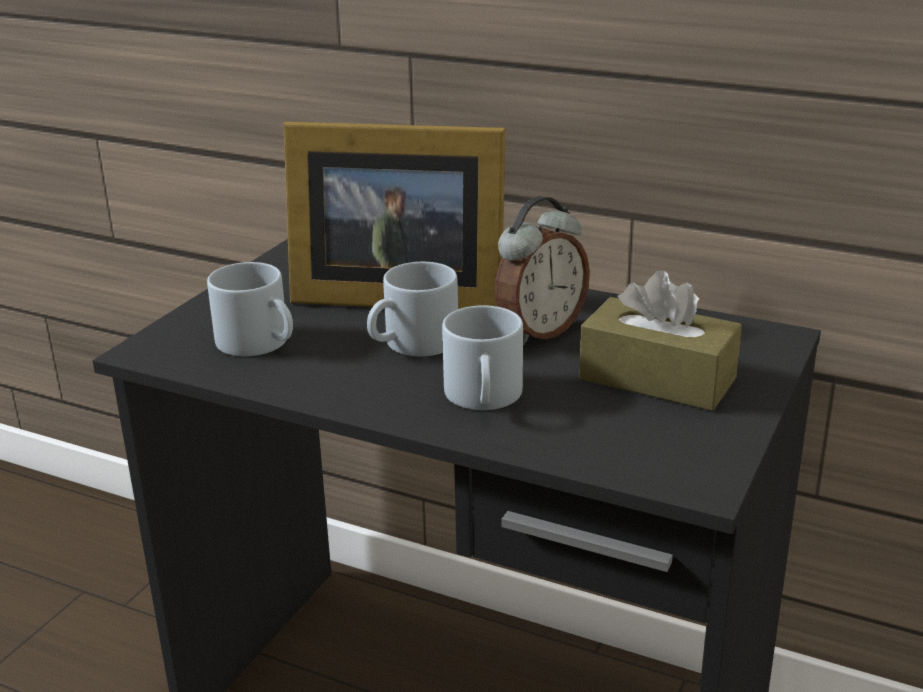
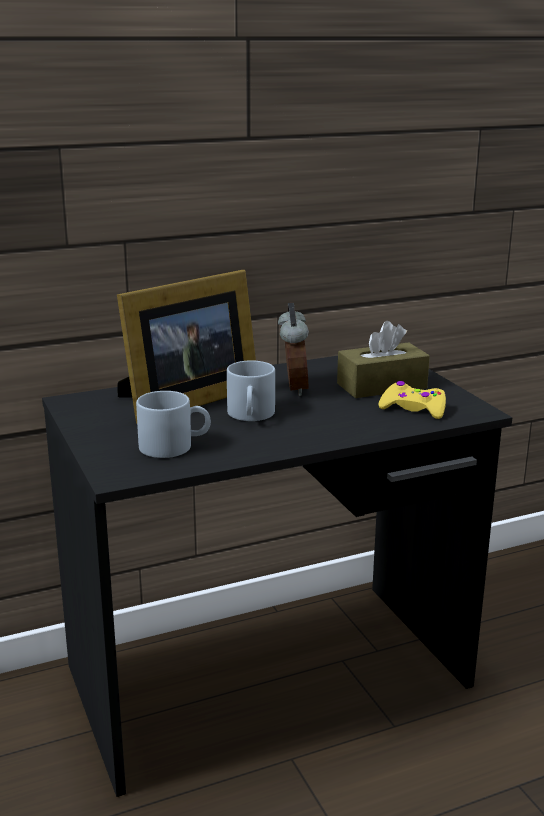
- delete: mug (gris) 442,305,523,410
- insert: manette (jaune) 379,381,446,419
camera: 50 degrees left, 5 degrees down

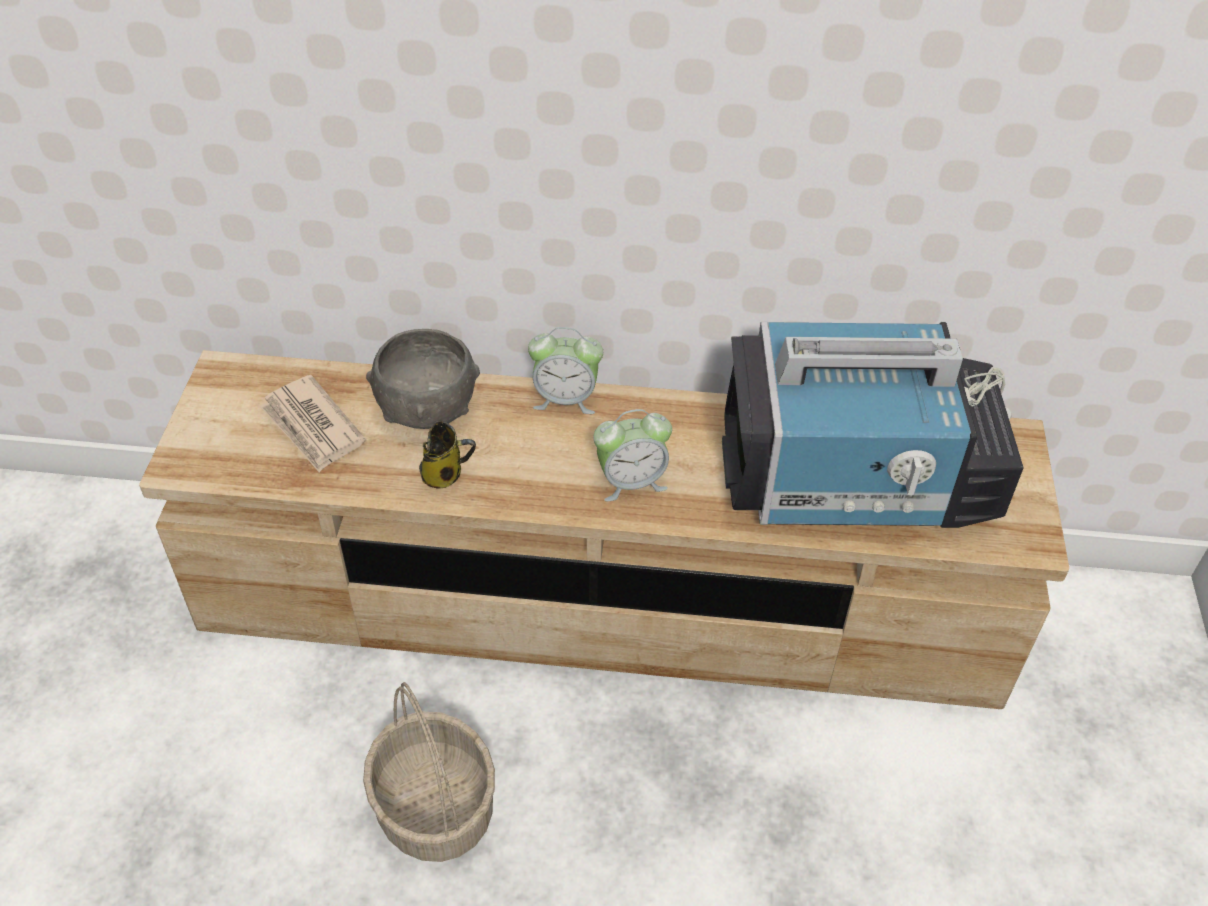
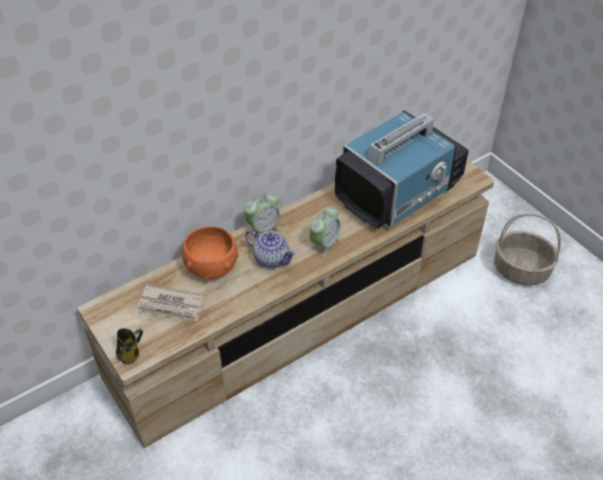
- move: panier 363,682,495,862 to 494,214,561,285
- recolor: bol (gris) 366,329,480,429 to bol (orange) 182,226,239,282
- move: mug 419,421,476,489 to 116,328,143,364
- insert: théière 245,230,297,268
camera: 40 degrees left, 0 degrees up

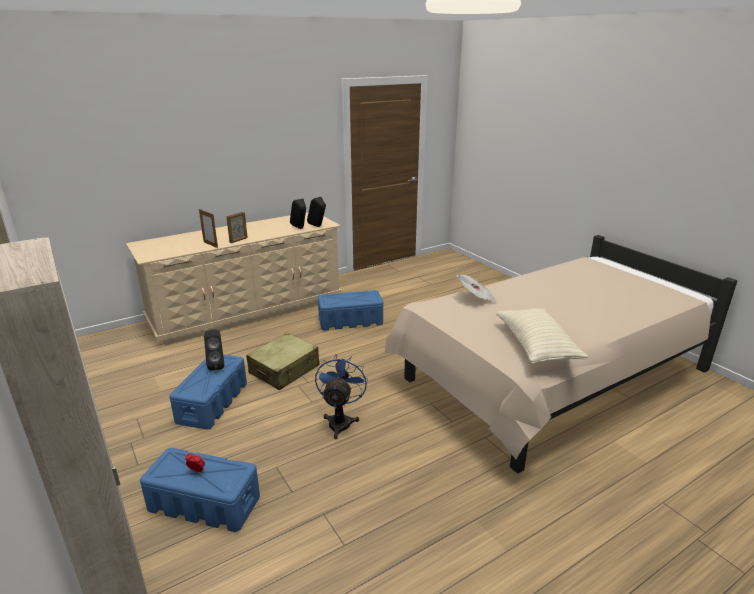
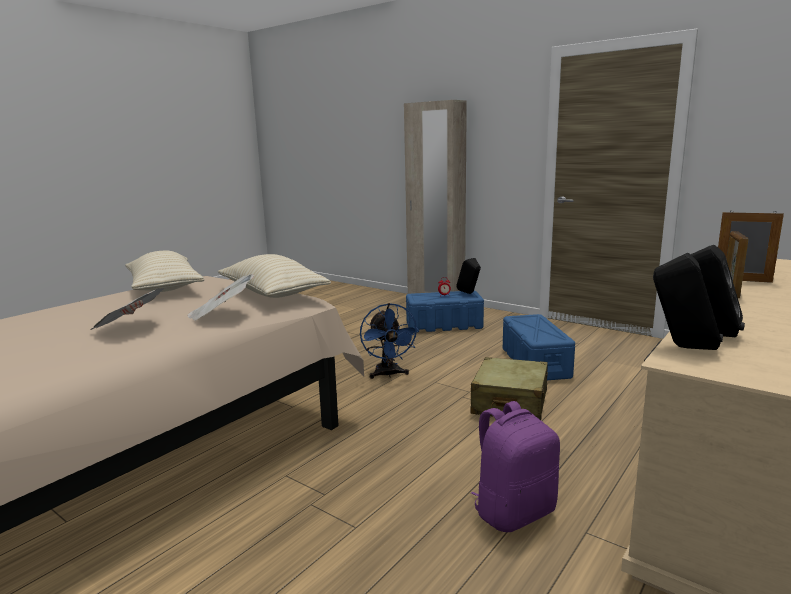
- move: enceinte (noir) 204,329,224,371 to 456,258,481,294
- replace: boîte de rangement (bleu) 318,290,383,331 to sac à dos (violet) 471,401,560,532
- insert: journal 90,288,164,330
- insert: coussin (beige) 218,254,331,298
camera: 160 degrees right, 10 degrees down

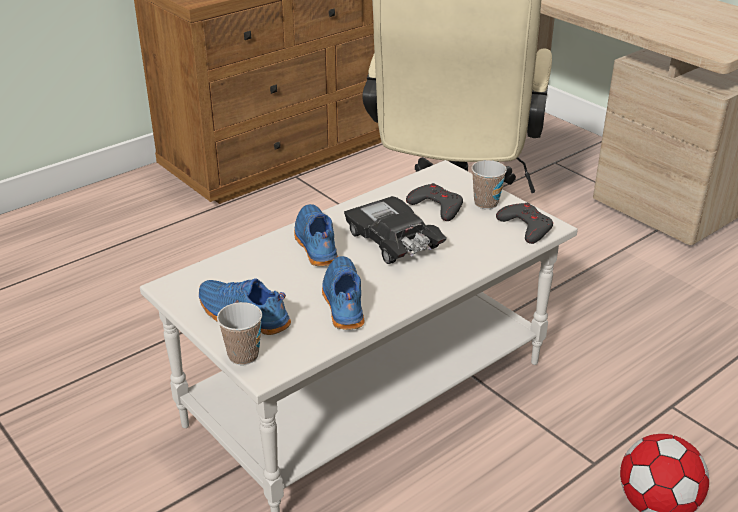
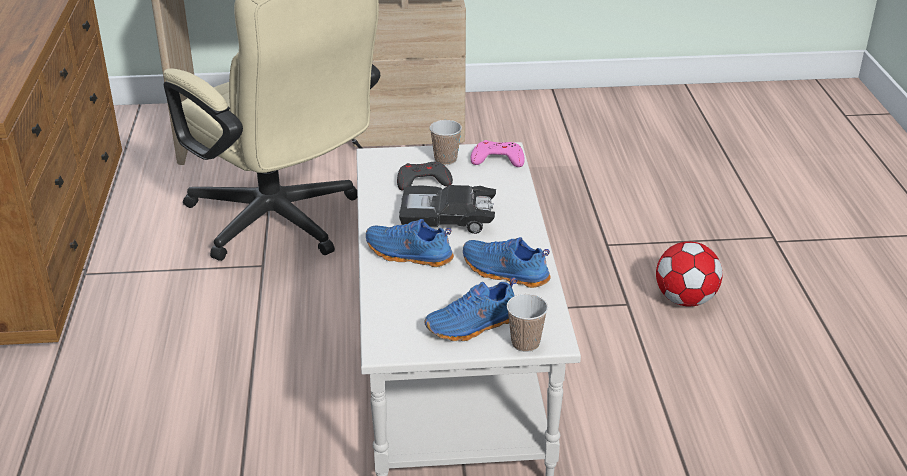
- recolor: manette (gris) 496,203,553,244 to manette (rose) 470,140,525,167
camera: 55 degrees left, 0 degrees up

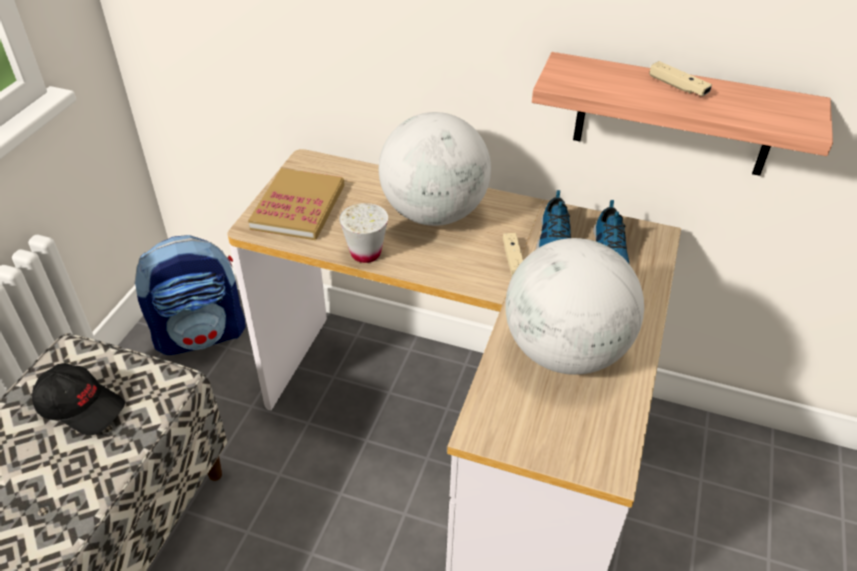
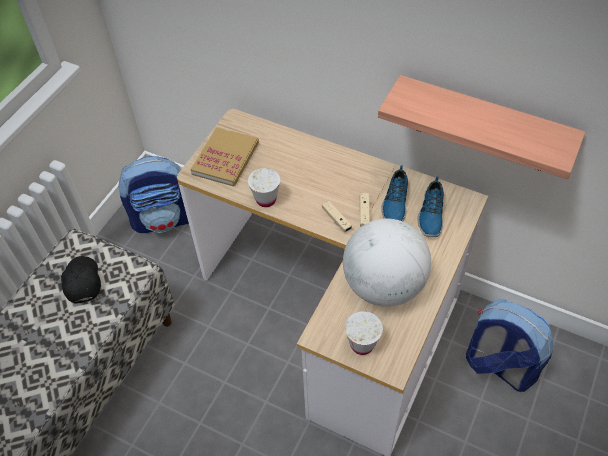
- rotate: casquette (noir) 32,363,125,435 = 61,256,101,304 135 degrees counterclockwise
- delete: globe 379,112,491,226
- move: manette (beige) 649,61,712,96 to 322,201,352,232
- insert: tasse (blanc) 345,311,383,355
- insert: sac à dos 466,299,554,392
camera: 10 degrees right, 10 degrees up

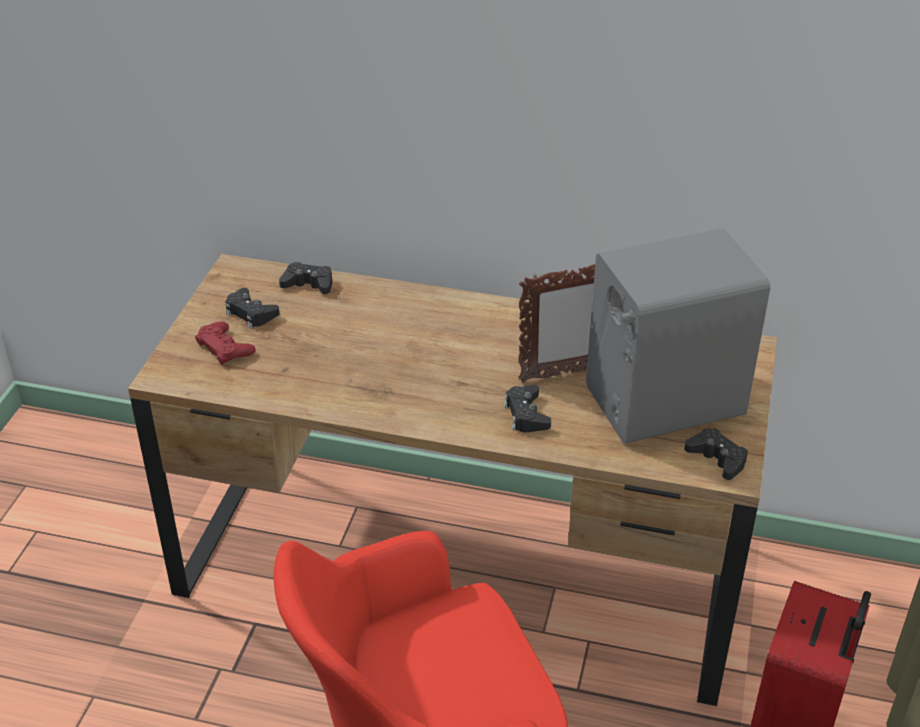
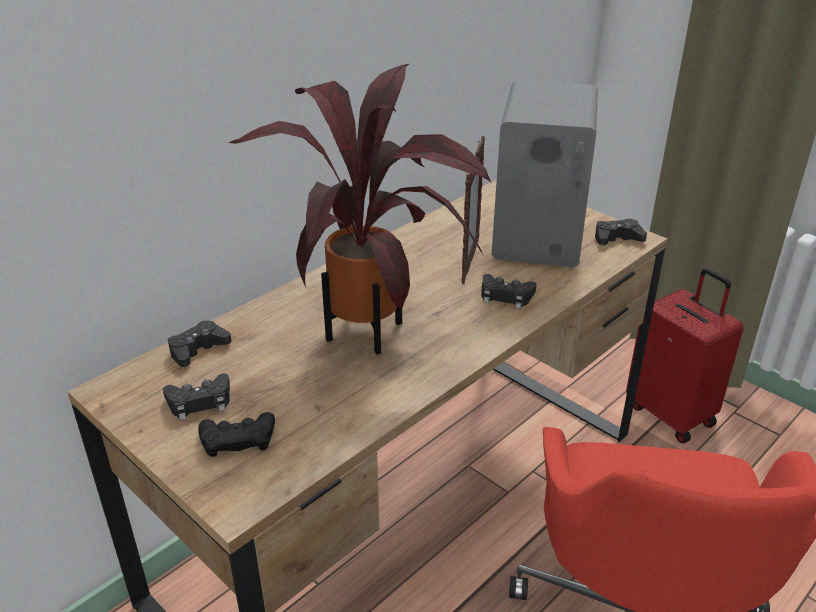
- recolor: manette (rouge) 195,321,256,365 to manette (noir) 198,412,275,457
- insert: plante en pot 228,64,491,354
camera: 60 degrees left, 5 degrees down

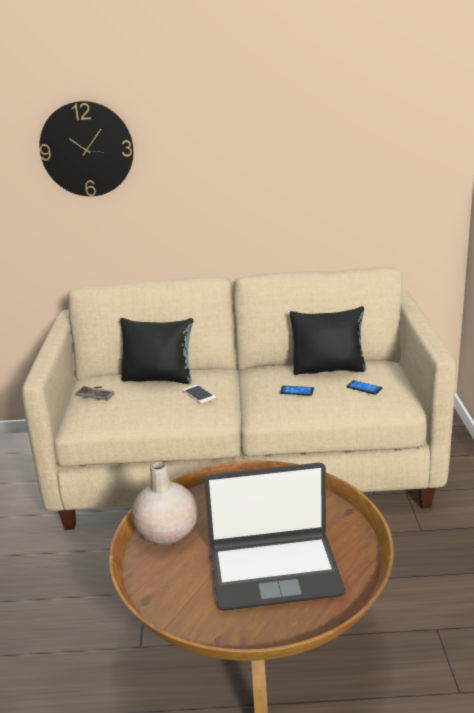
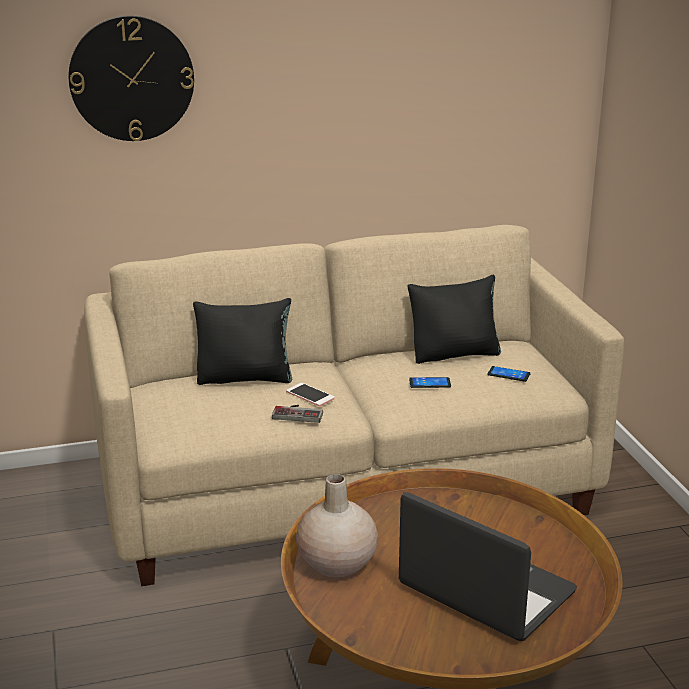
- move: manette 76,386,114,401 to 272,405,323,423
- rotate: ordinateur portable 204,463,345,611 = 399,492,577,641 120 degrees counterclockwise
camera: 15 degrees left, 0 degrees up

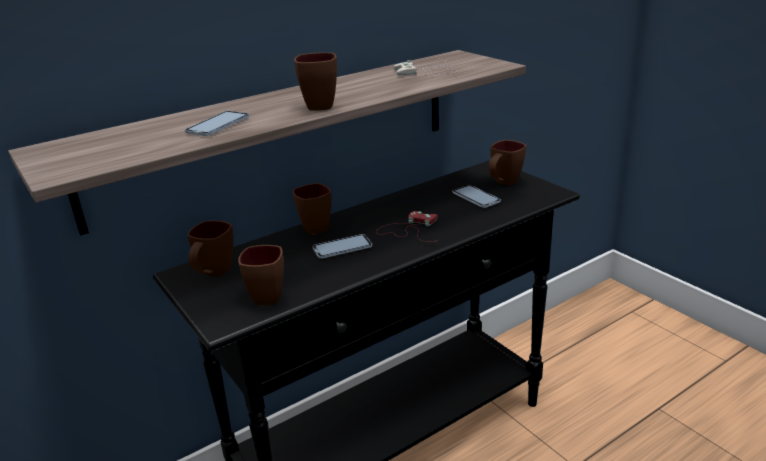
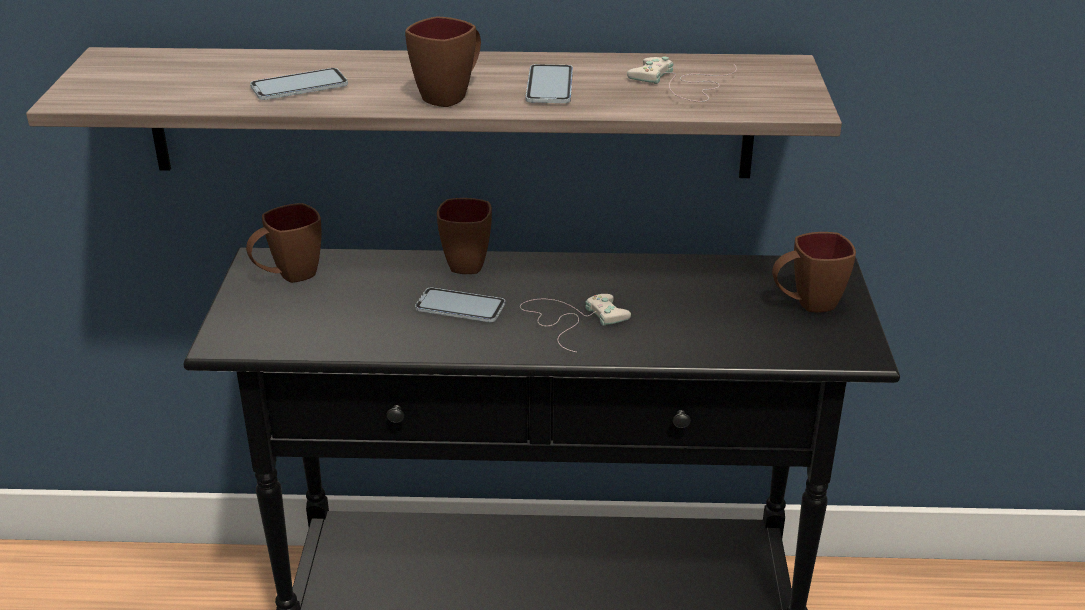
- delete: mug (marron) 238,245,284,305
- recolor: manette (rouge) 376,211,438,242 to manette (blanc) 520,294,631,352
- move: téléphone 453,185,501,208 to 526,64,573,103
camera: 35 degrees right, 5 degrees up

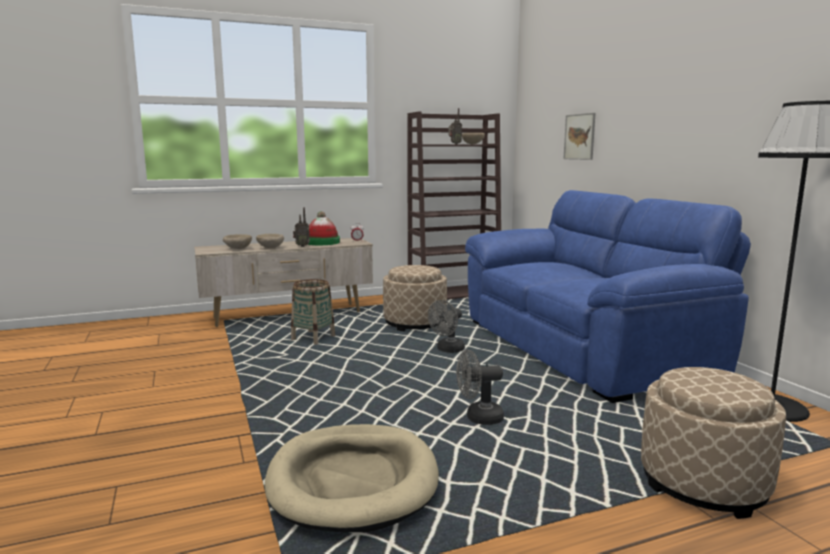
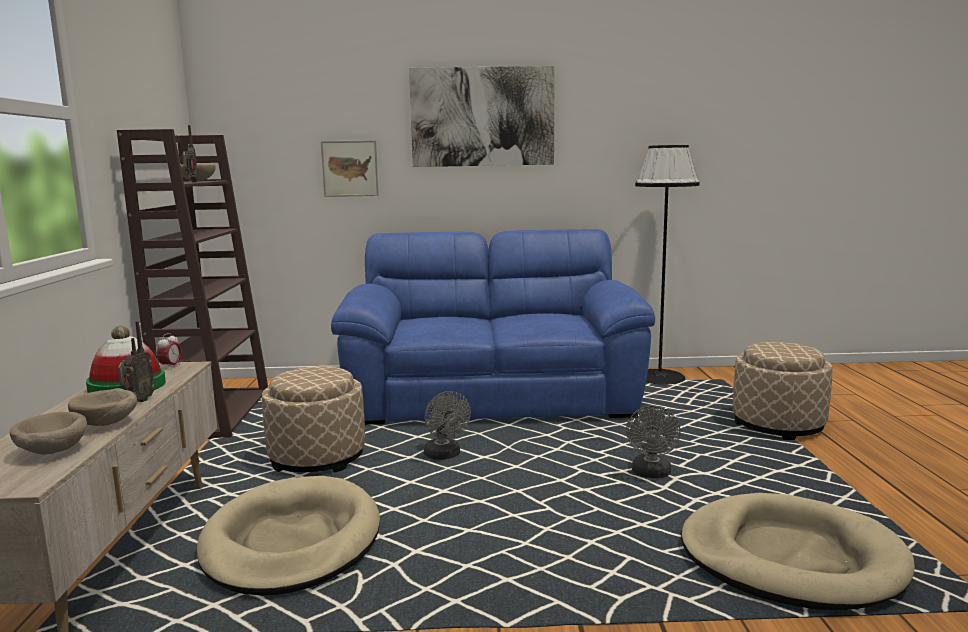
- replace: panier 291,279,335,344 to panier pour chien (beige) 197,476,380,595
- insert: tableau 409,66,555,167
camera: 70 degrees left, 0 degrees up

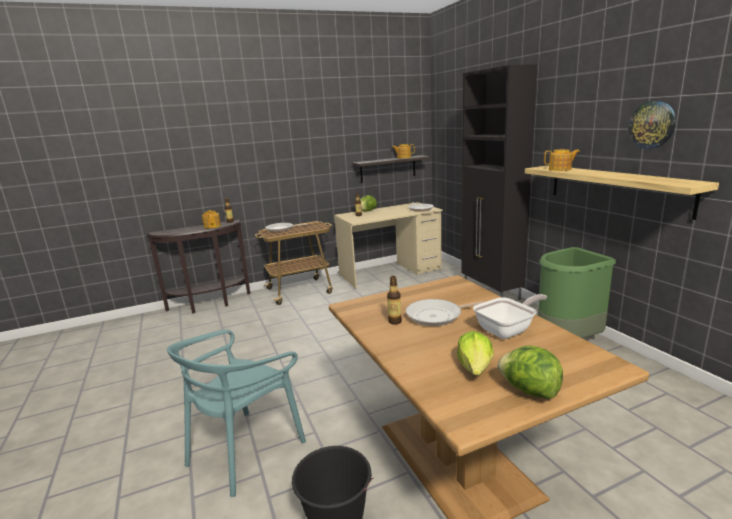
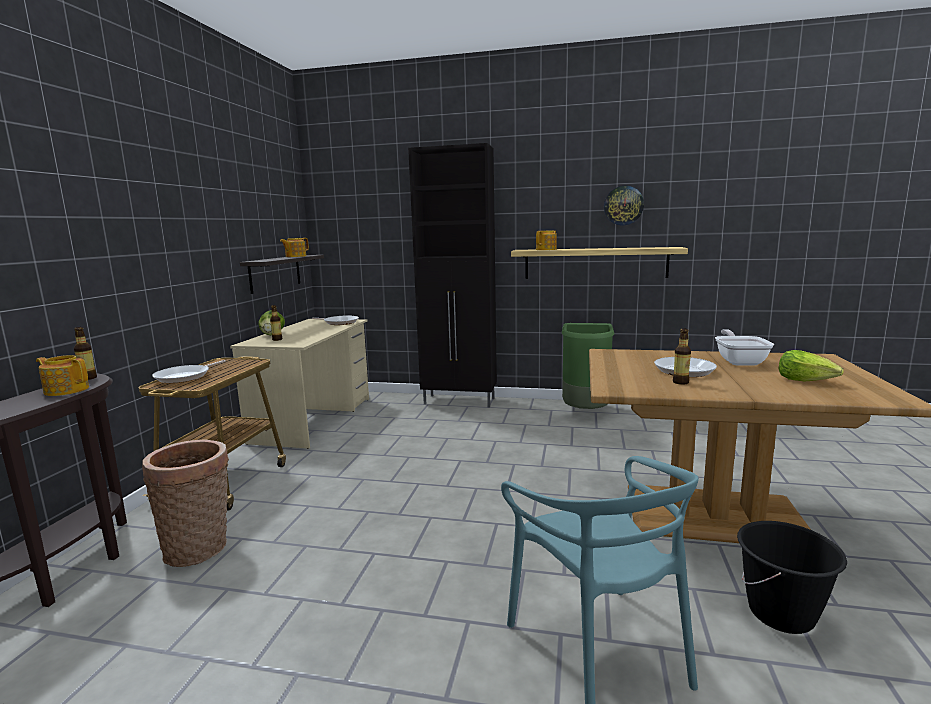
- delete: laitue 497,345,563,399
- insert: panier 142,440,229,567
camera: 55 degrees left, 5 degrees down

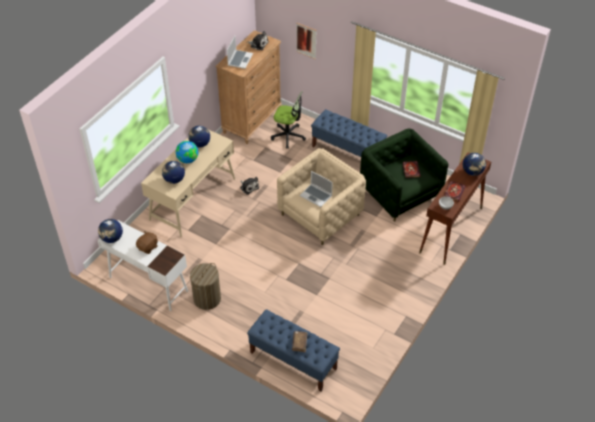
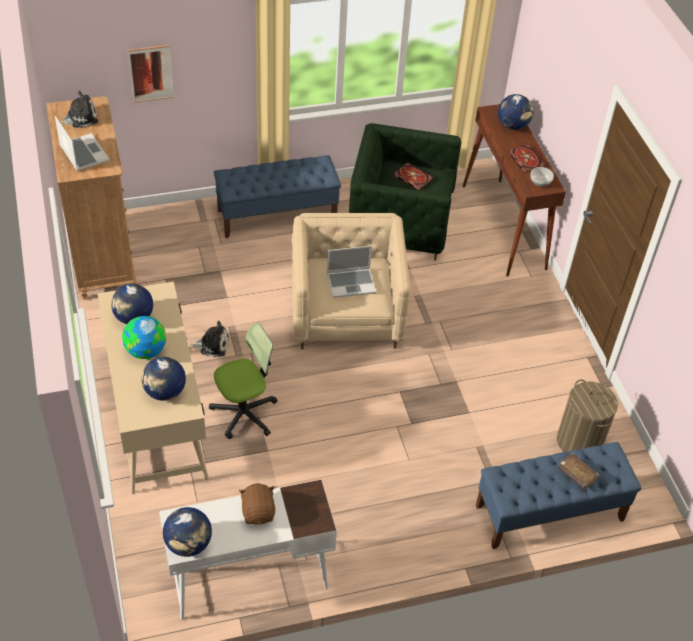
- move: panier à linge 190,263,221,310 to 557,379,618,452
- move: chaise de bureau 271,91,306,149 to 209,322,278,439
camera: 50 degrees left, 0 degrees up

